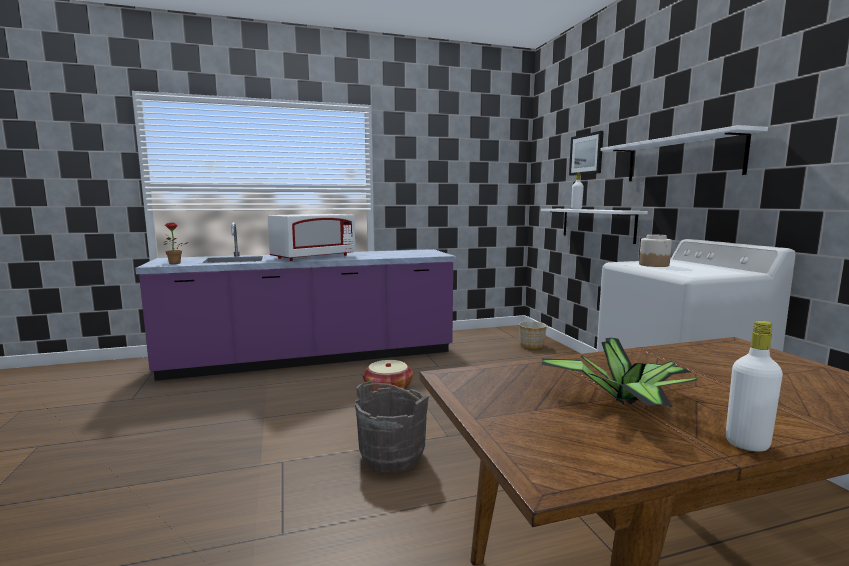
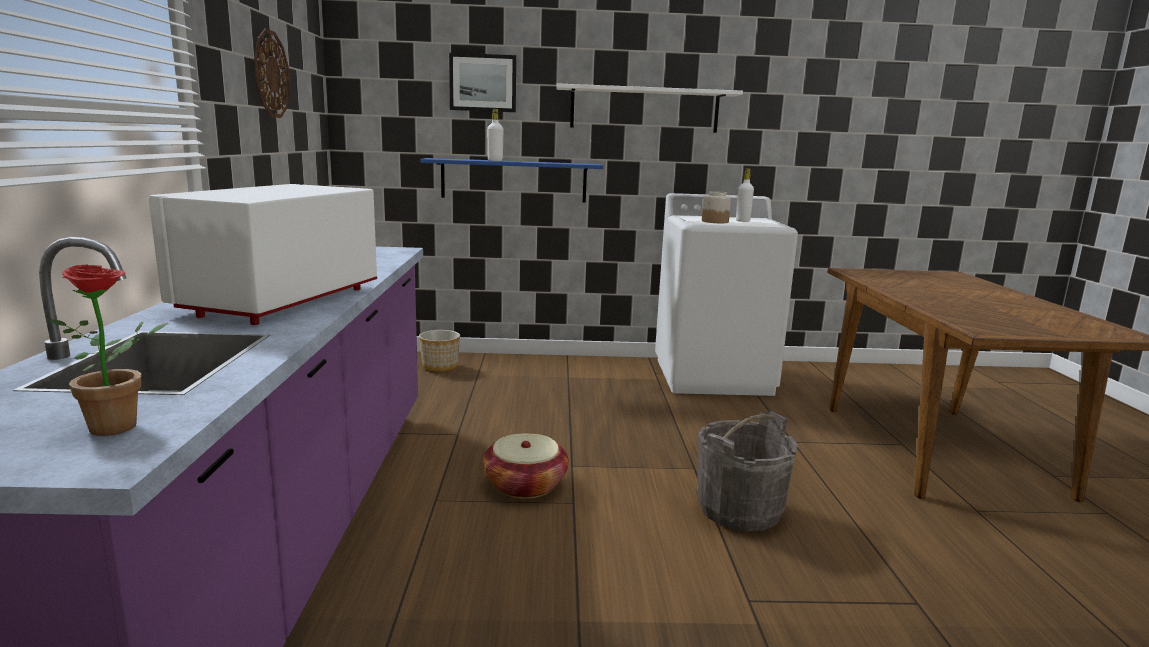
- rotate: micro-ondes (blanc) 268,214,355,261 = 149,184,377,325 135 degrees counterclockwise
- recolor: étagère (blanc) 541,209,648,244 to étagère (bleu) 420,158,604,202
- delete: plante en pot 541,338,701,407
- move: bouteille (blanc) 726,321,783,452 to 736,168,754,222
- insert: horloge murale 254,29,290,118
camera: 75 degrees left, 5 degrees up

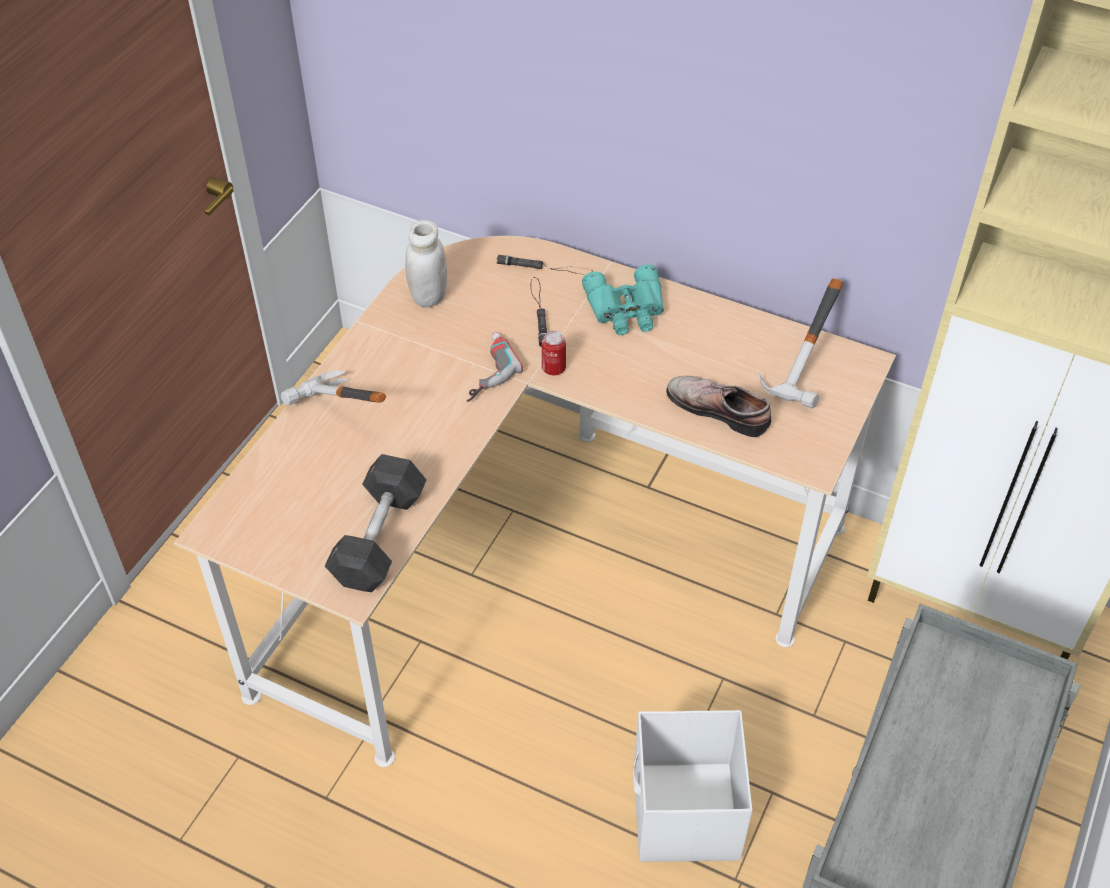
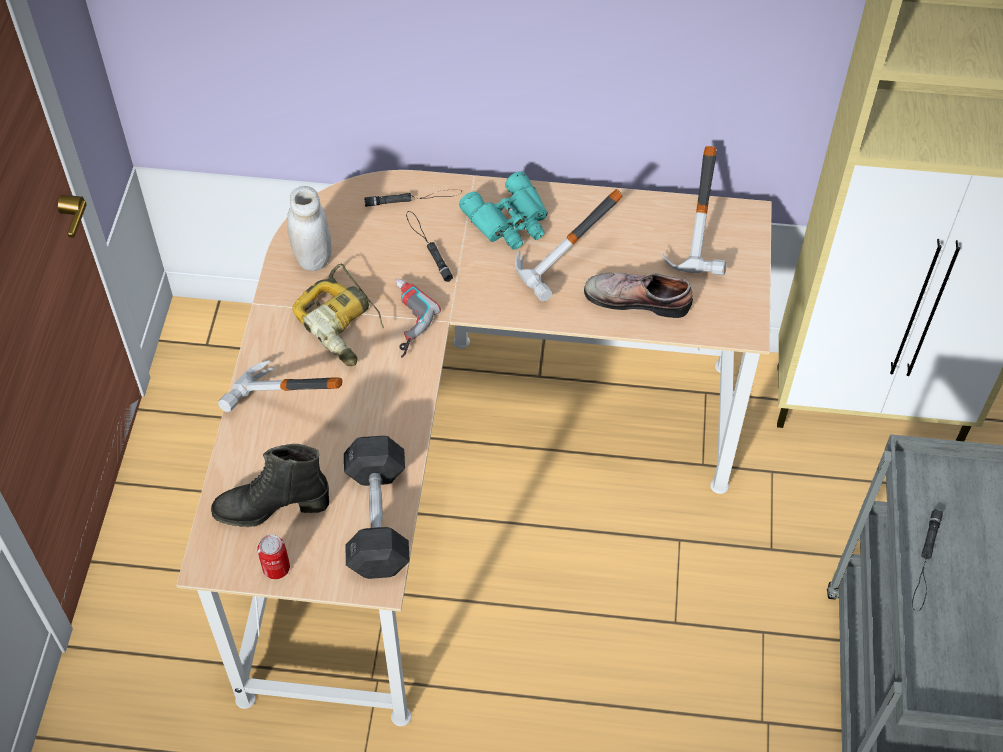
- move: boîte métallique 542,330,566,375 to 257,535,290,579
- delete: boîte de rangement (blanc) 633,710,752,862
- insert: botte (noir) 211,444,329,527
- insert: perceuse 292,264,384,366
- insert: marteau 515,189,623,301
- insert: lampe de poche (noir) 912,509,943,611
camera: 20 degrees left, 5 degrees up

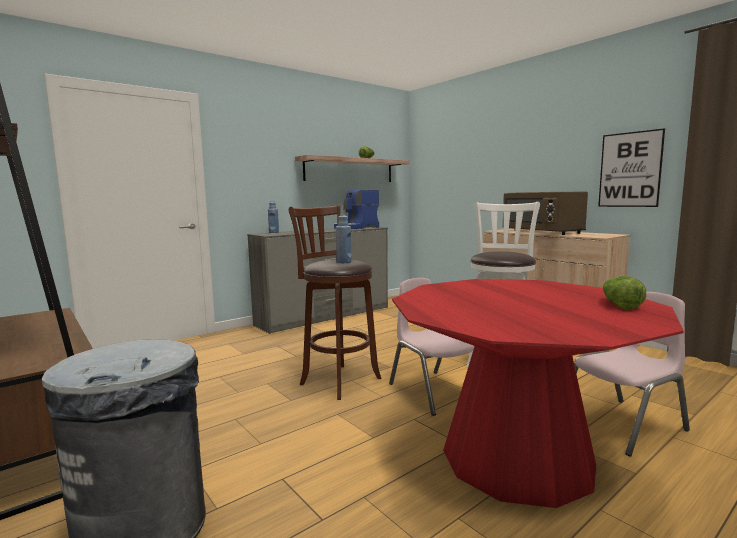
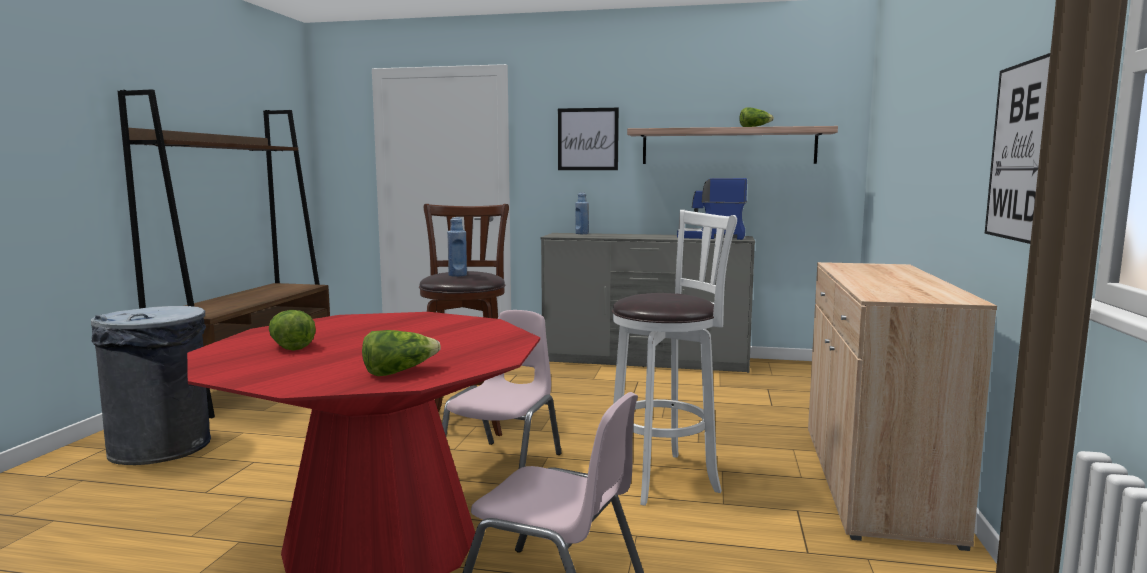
- delete: micro-ondes (marron) 503,192,588,235
- insert: laitue 269,310,316,351
- insert: tableau 558,108,619,170
camera: 50 degrees right, 0 degrees up

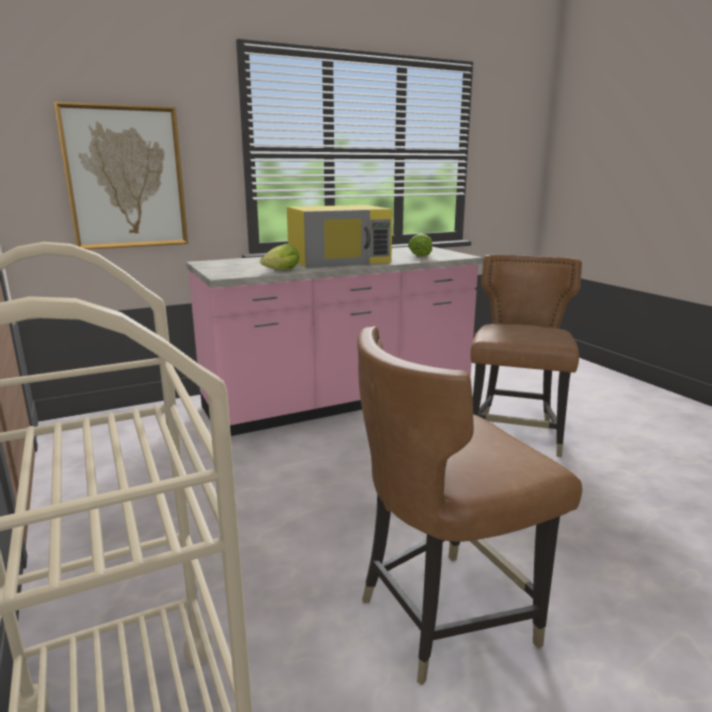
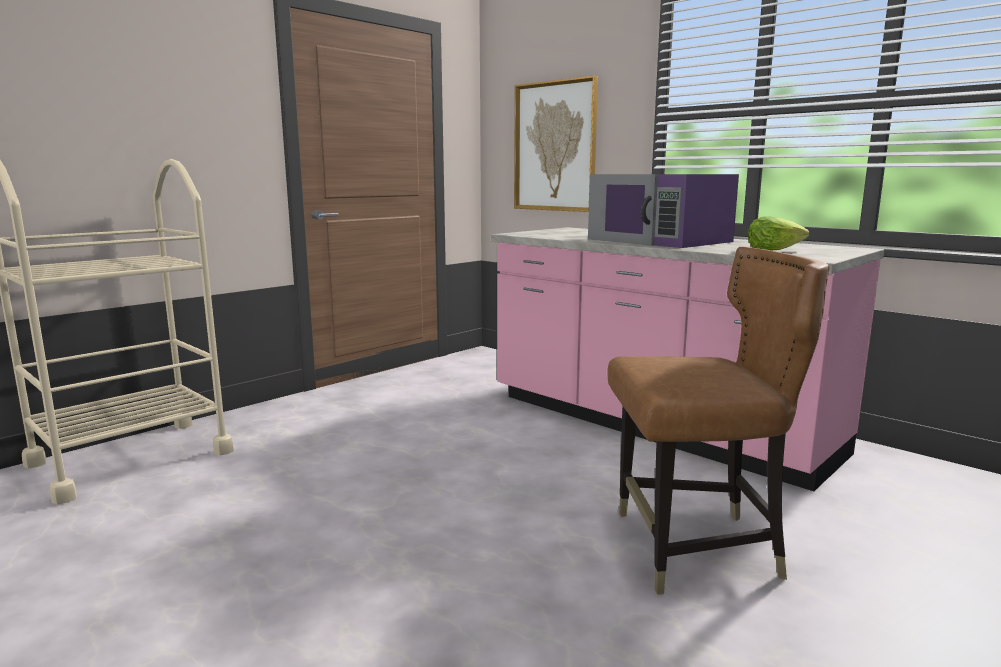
- delete: laitue 260,244,299,270
- recolor: micro-ondes (jaune) 287,205,393,268 to micro-ondes (violet) 588,174,739,248
- delete: chaise (marron) 357,326,582,685
camera: 70 degrees right, 5 degrees down

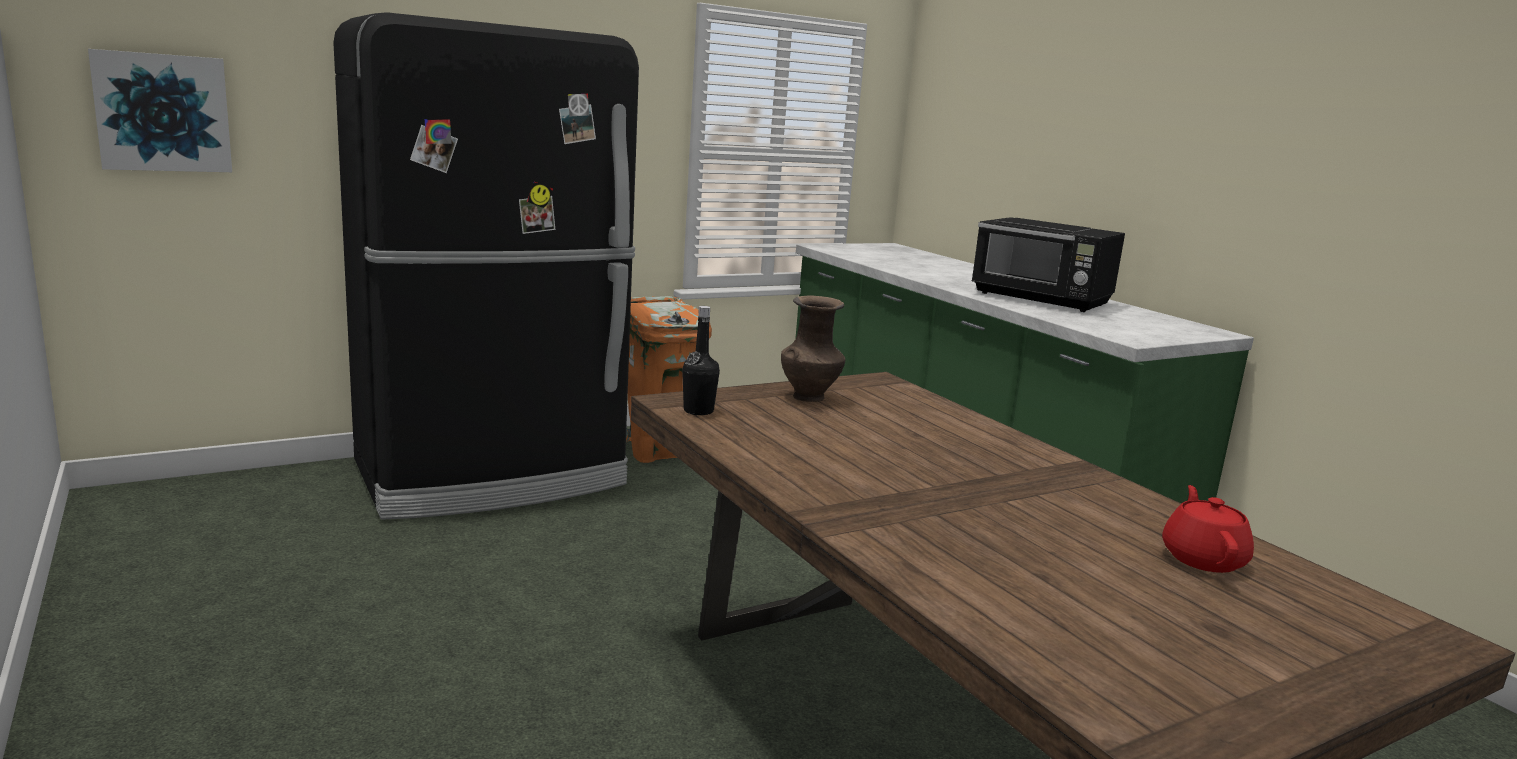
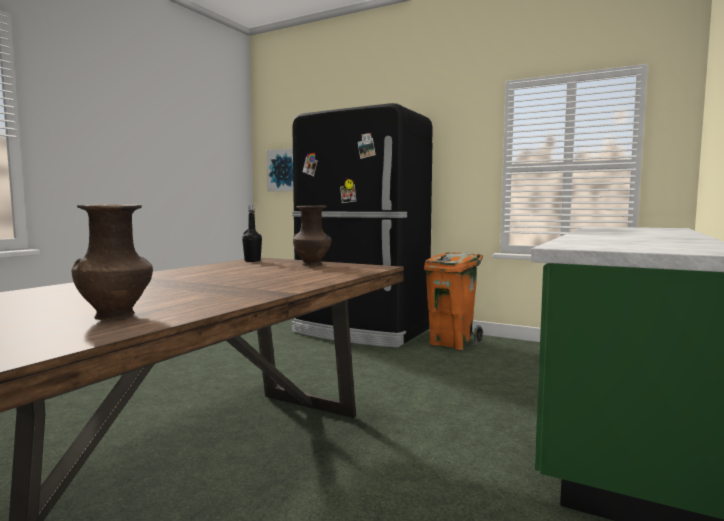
- delete: micro-ondes (noir) 971,217,1125,312
- replace: théière (rouge) 1162,485,1254,573 to vase (marron) 72,204,153,320
camera: 60 degrees right, 10 degrees down

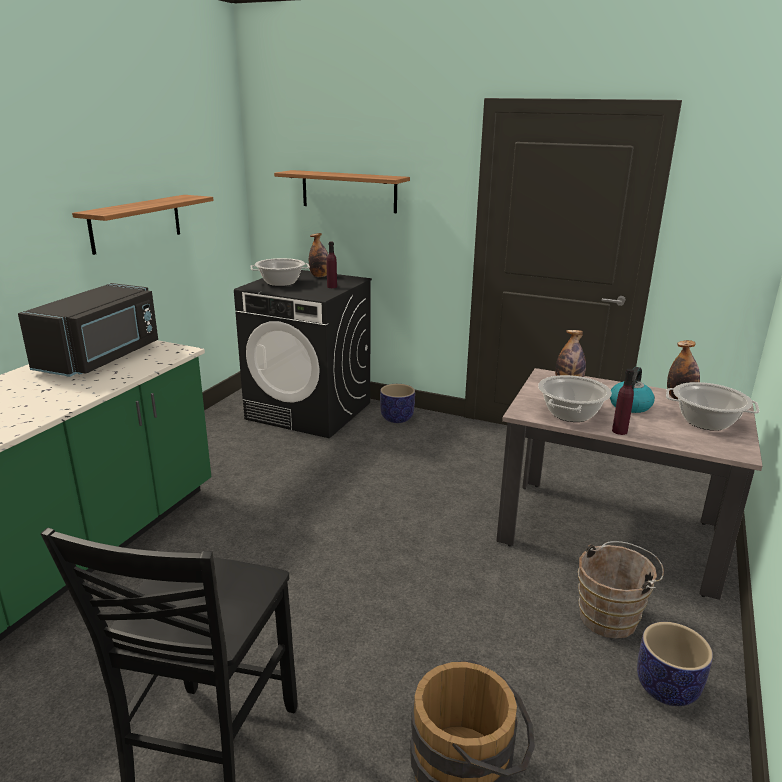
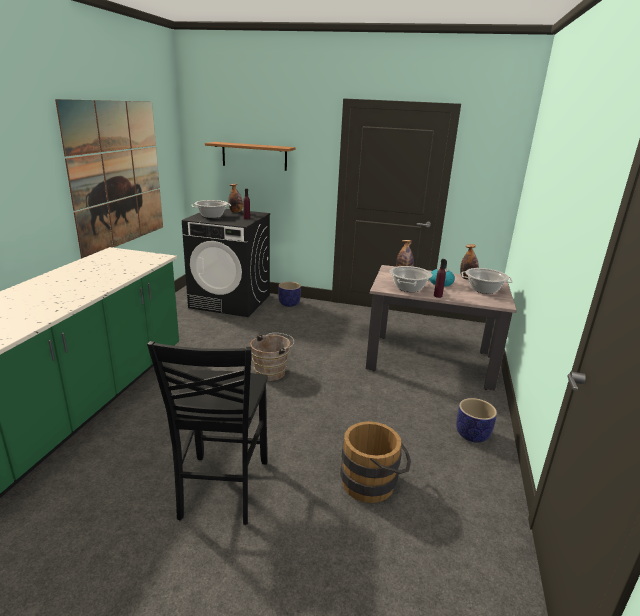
- delete: micro-ondes (noir) 18,283,158,377
- replace: étagère 72,195,214,255 to tableau 55,99,163,259
- move: seau (marron) 578,541,664,639 to 250,333,294,381
camera: 10 degrees left, 0 degrees up

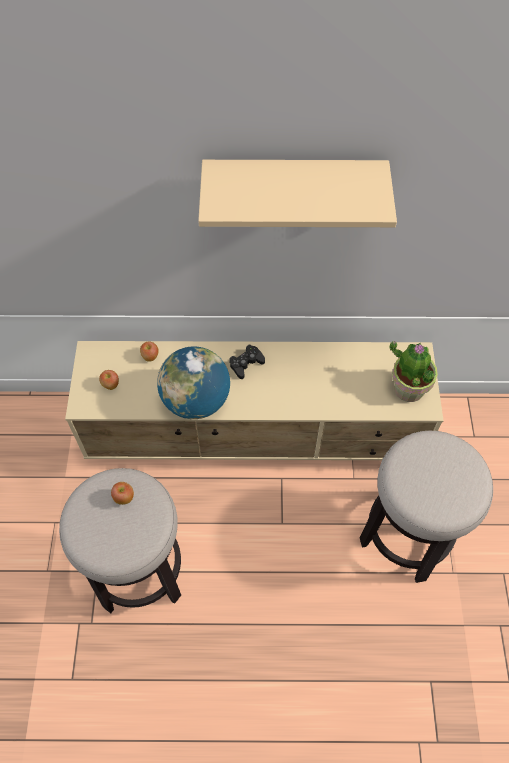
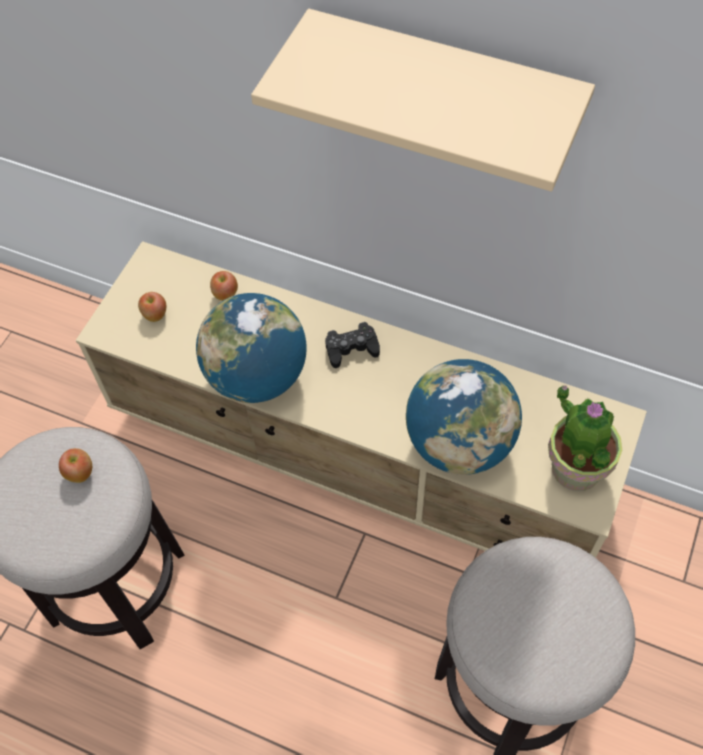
- insert: globe 406,359,522,475
camera: 25 degrees right, 0 degrees up

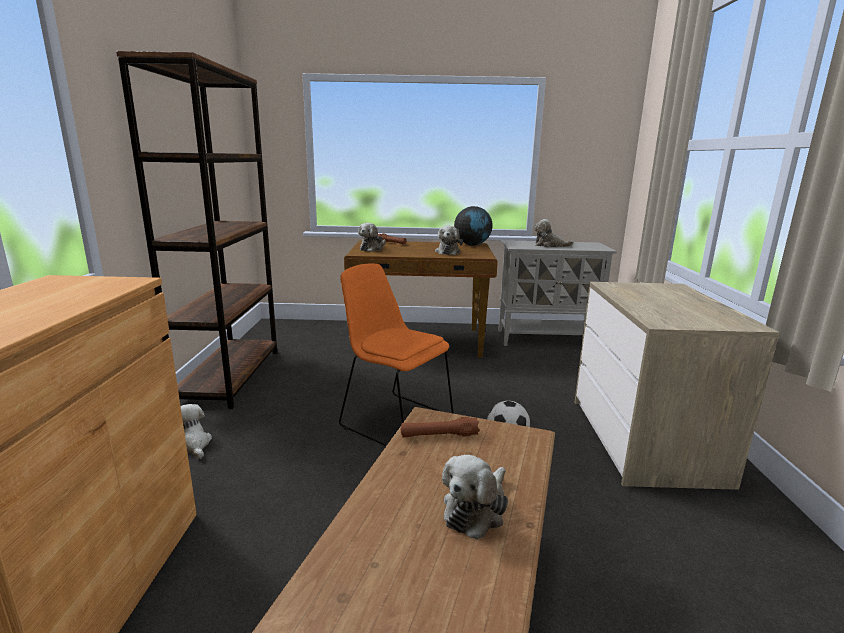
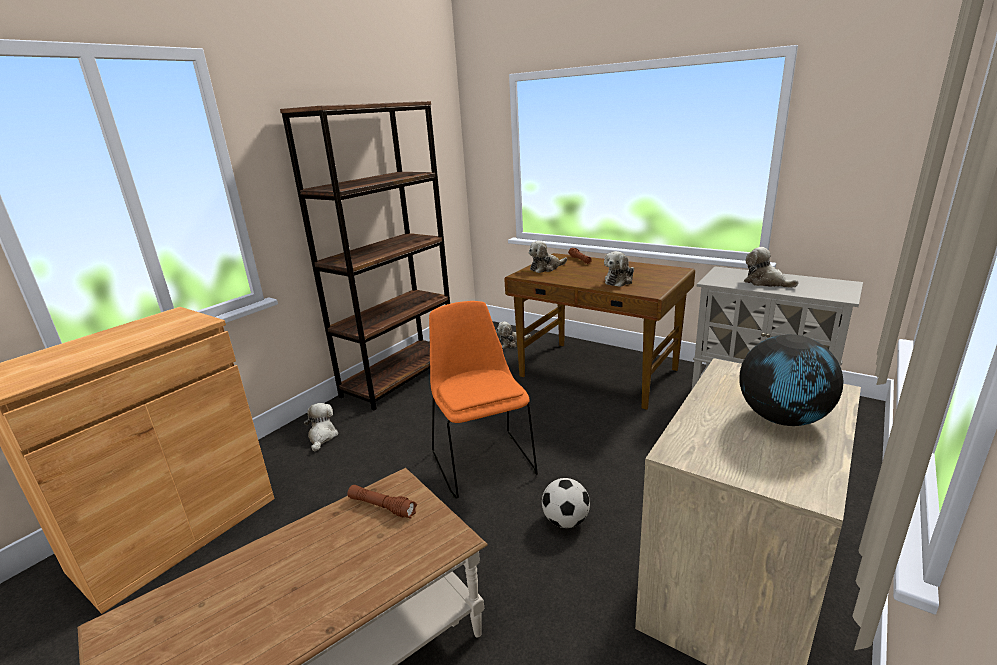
- move: peluche 442,455,508,540 to 496,322,531,348
- move: globe 454,206,493,246 to 740,334,844,426
camera: 35 degrees right, 5 degrees up

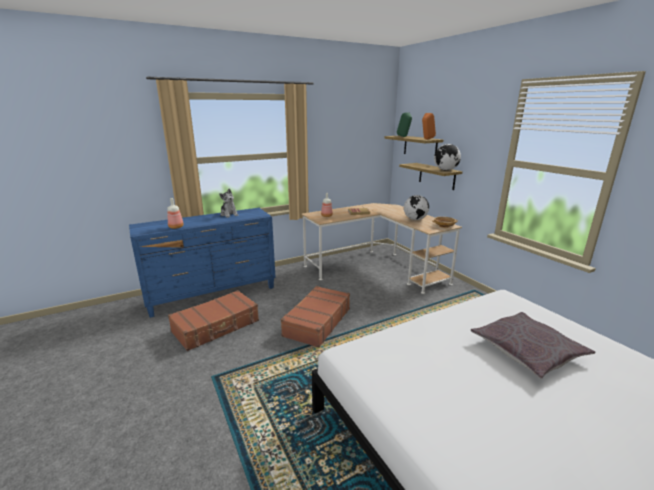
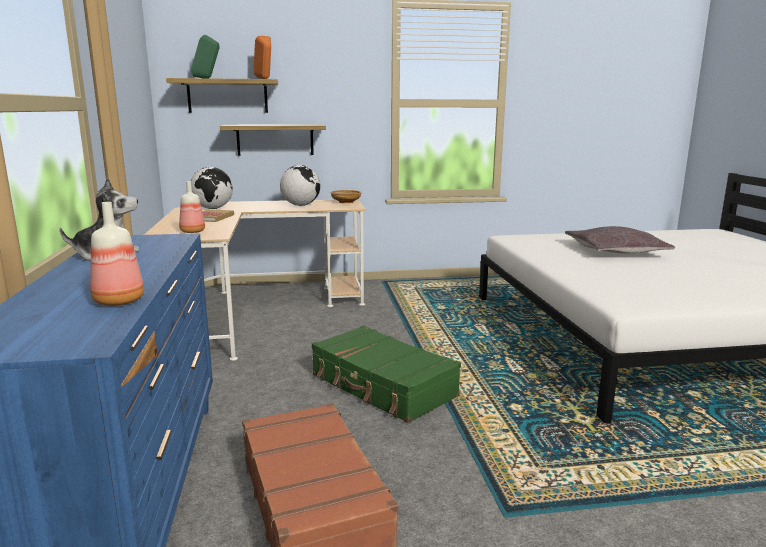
- recolor: valise (marron) 281,286,350,348 to valise (vert) 312,325,461,423
- move: globe 434,144,461,171 to 191,167,233,209
camera: 70 degrees left, 5 degrees down

